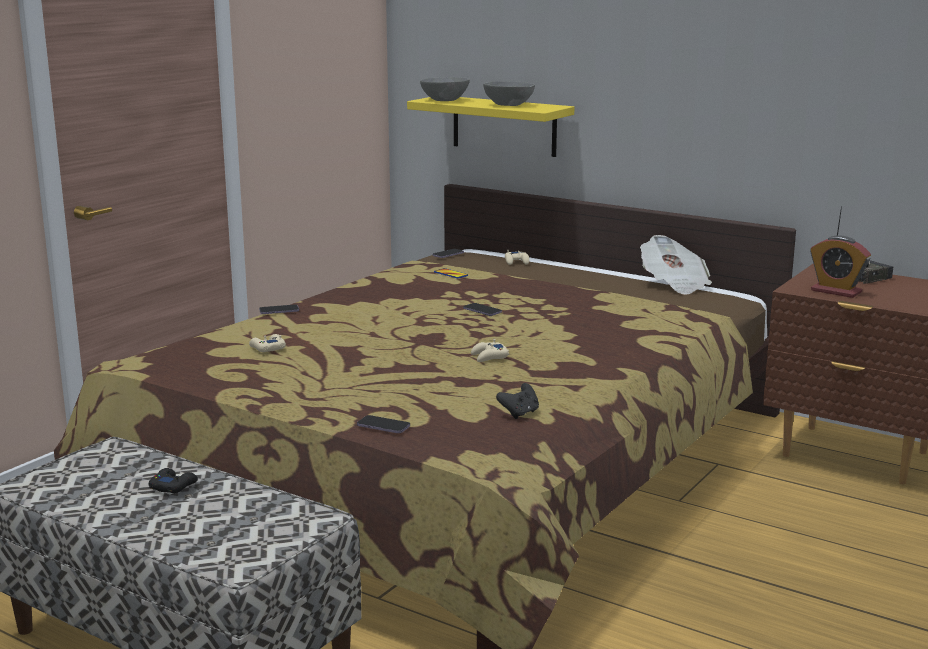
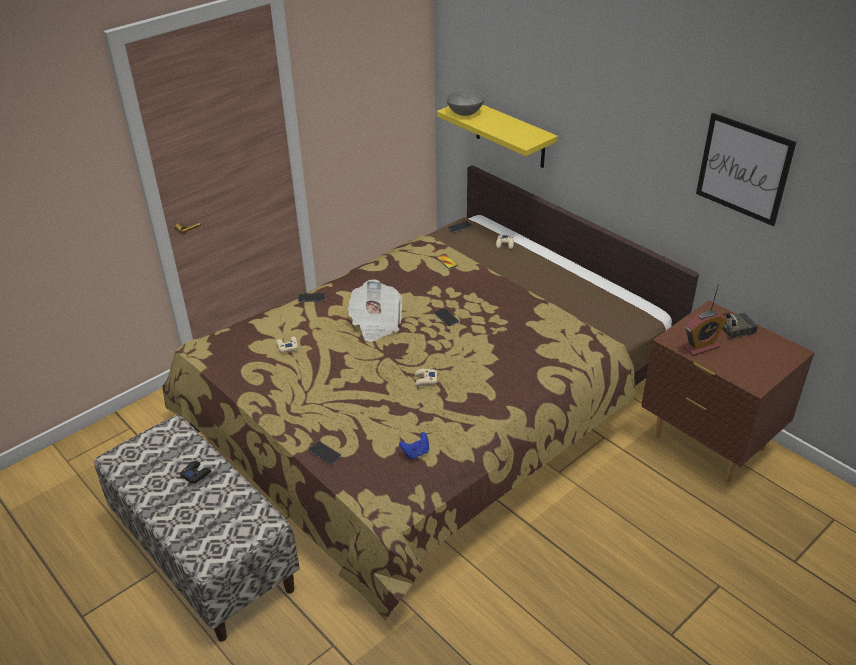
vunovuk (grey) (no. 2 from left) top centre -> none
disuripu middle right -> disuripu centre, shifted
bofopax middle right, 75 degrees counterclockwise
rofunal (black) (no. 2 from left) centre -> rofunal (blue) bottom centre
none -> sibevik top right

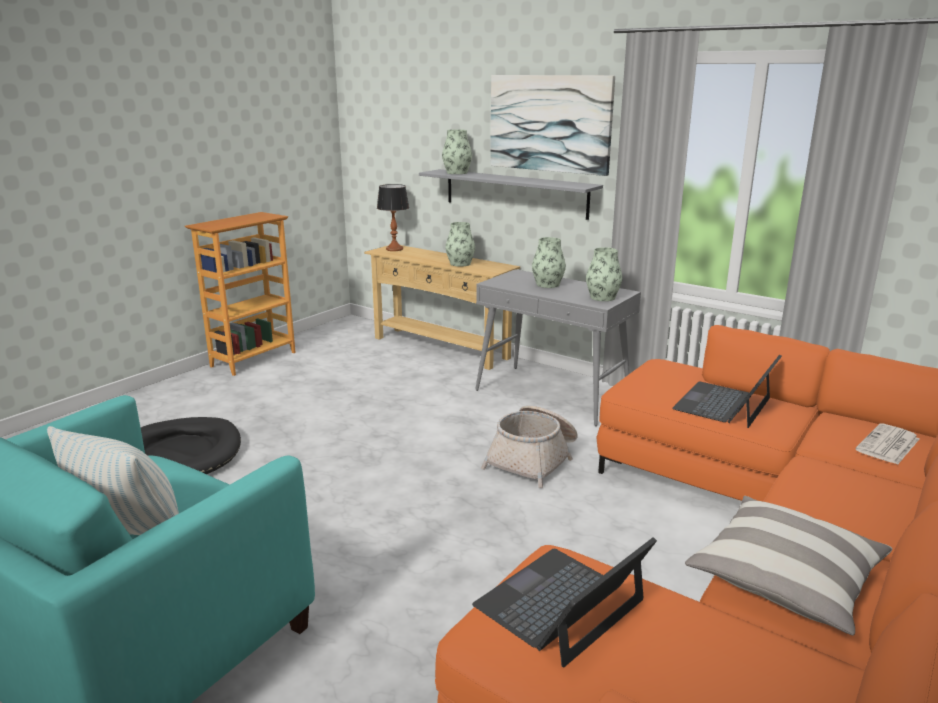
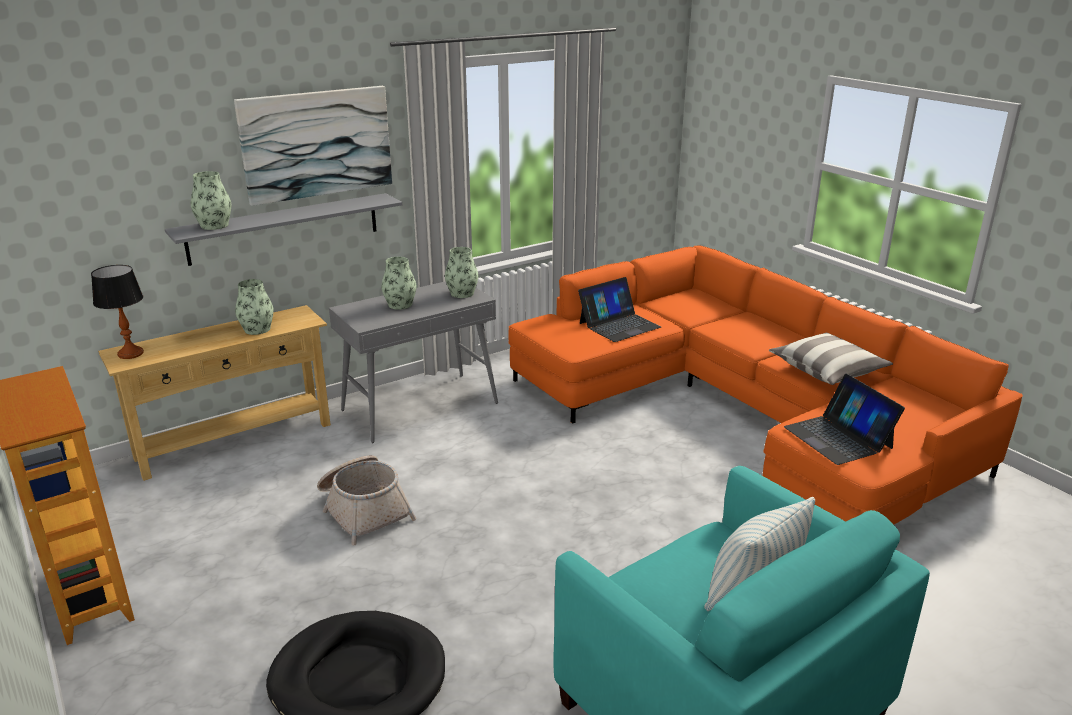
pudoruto (no. 2 from left in the first image) middle right -> pudoruto (no. 1 from left) centre, 90 degrees counterclockwise
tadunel centre -> tadunel bottom centre, shifted
disuripu middle right -> none

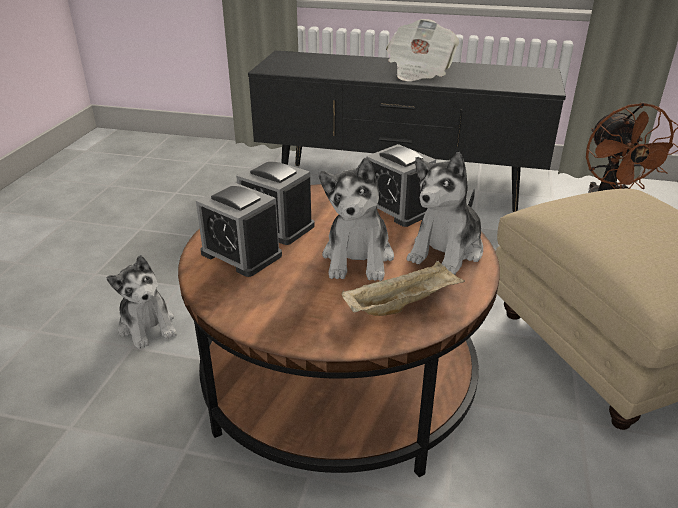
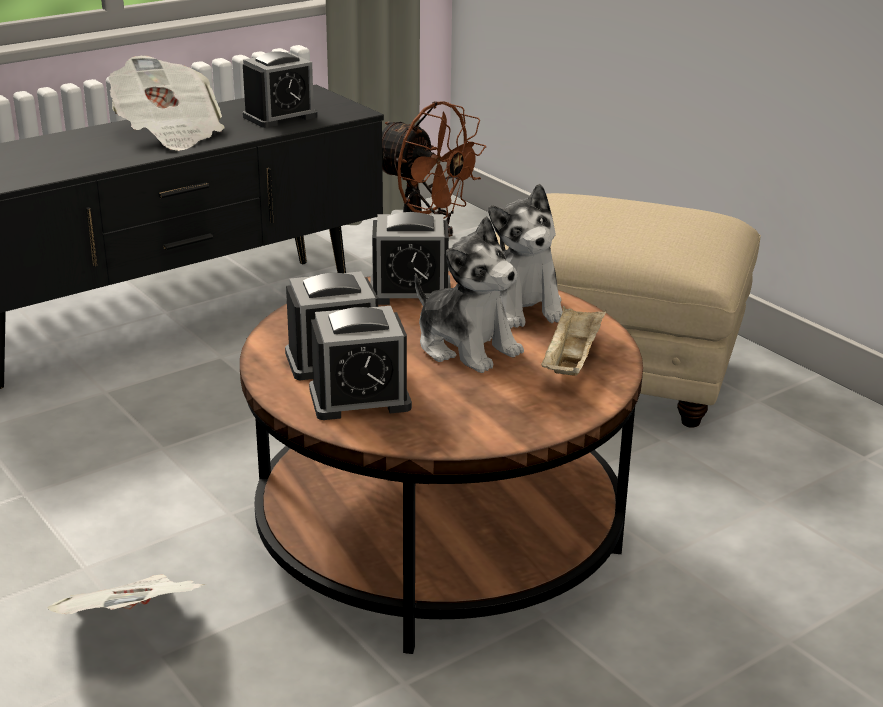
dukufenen (no. 1 from left) middle left -> disuripu (no. 1 from left) bottom left
none -> bofopax (no. 1 from left) top left

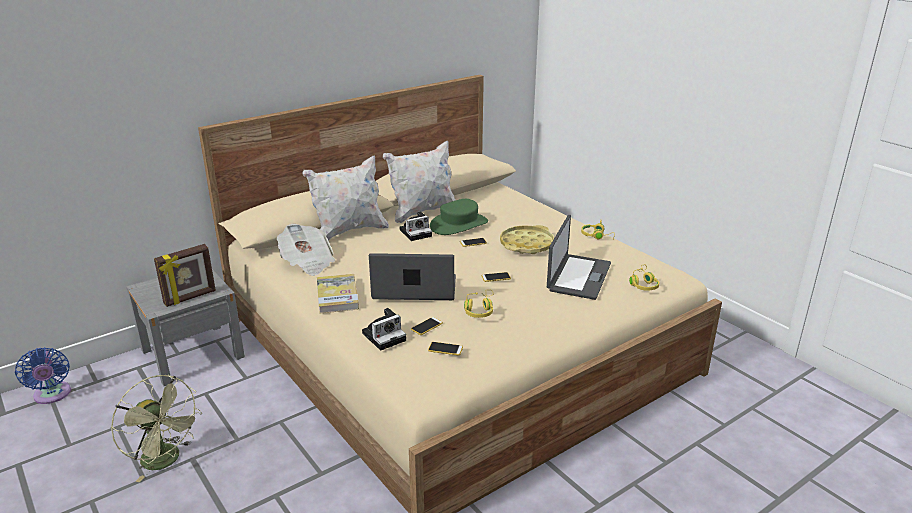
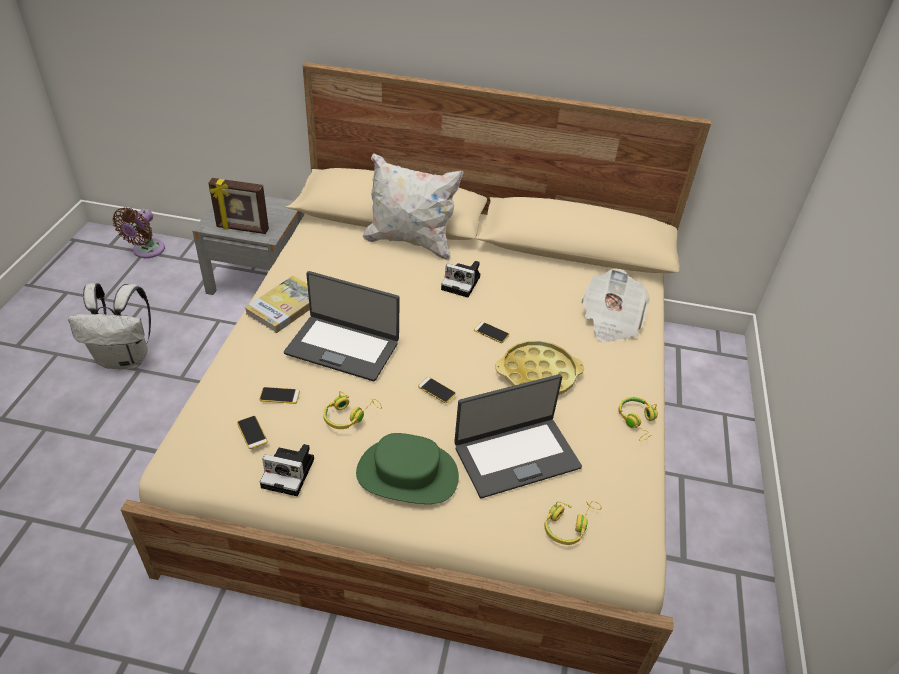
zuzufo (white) (no. 2 from left) centre -> none
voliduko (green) centre -> voliduko (green) bottom centre, shifted
disuripu centre -> disuripu middle right, shifted
pudoruto (no. 1 from left) centre, 150 degrees clockwise
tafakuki (no. 1 from left) centre -> tafakuki (no. 1 from left) bottom left, shifted
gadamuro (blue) bottom left -> gadamuro (brown) middle left
gadamuro (green) bottom left -> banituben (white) middle left

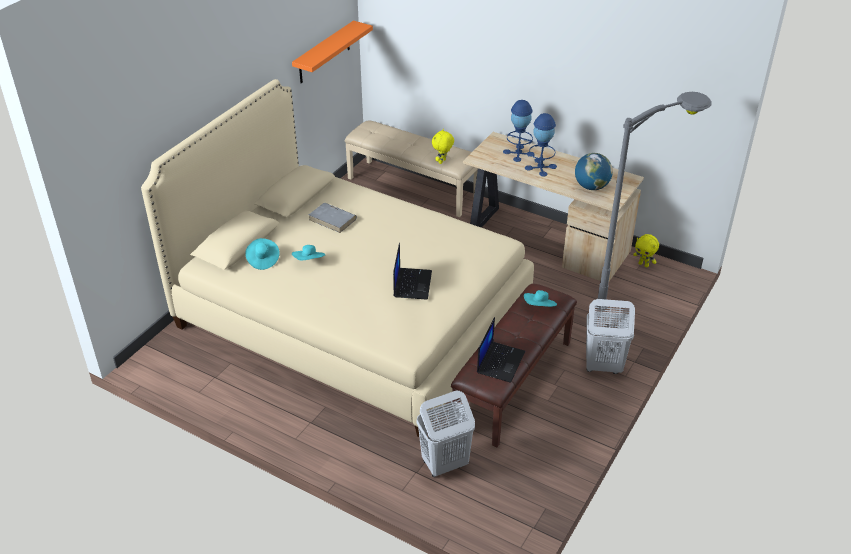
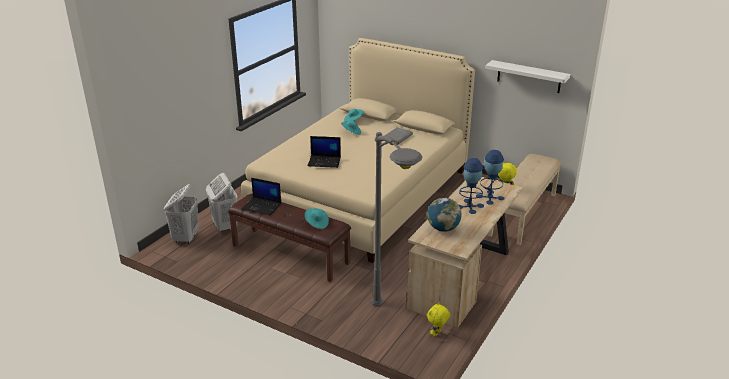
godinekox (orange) top centre -> godinekox (white) top right
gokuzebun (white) (no. 2 from left in the first image) middle right -> gokuzebun (white) (no. 1 from left) middle left, shifted

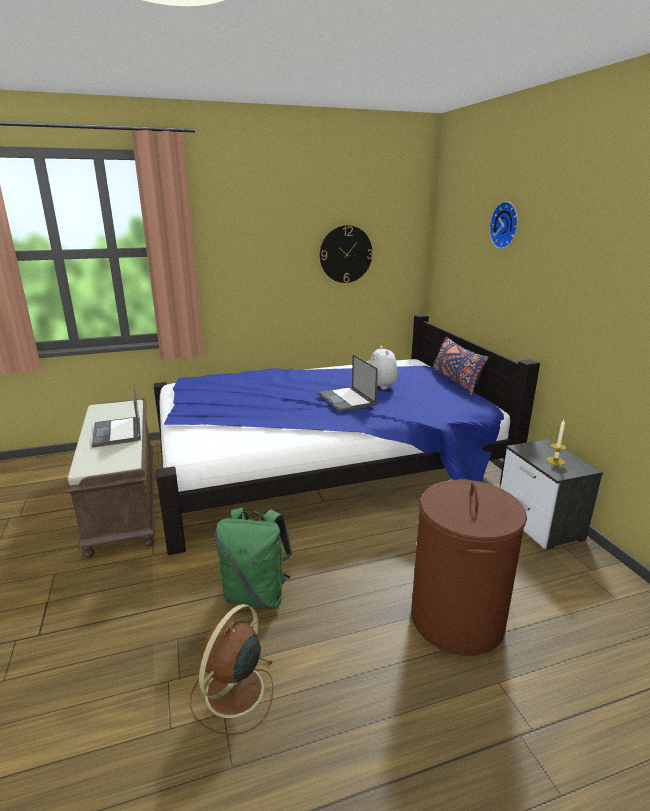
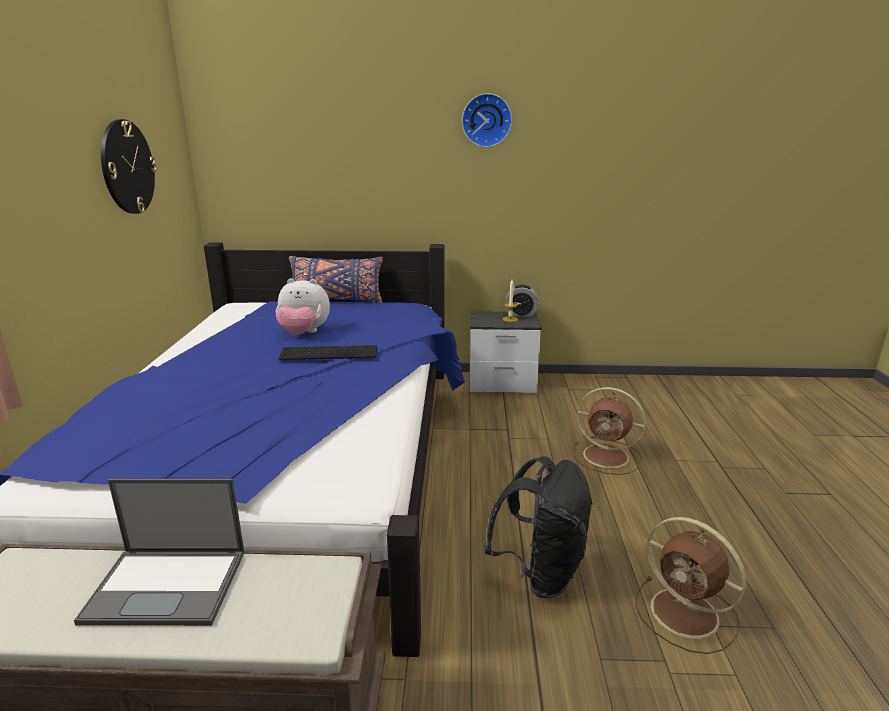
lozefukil (no. 2 from left) top right -> lozefukil (no. 2 from left) top centre, shifted
pudoruto (no. 2 from left) centre -> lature centre
gokuzebun (brown) bottom right -> gadamuro (brown) (no. 1 from left) middle right
banituben (green) bottom centre -> banituben (black) bottom centre
none -> bofopax centre

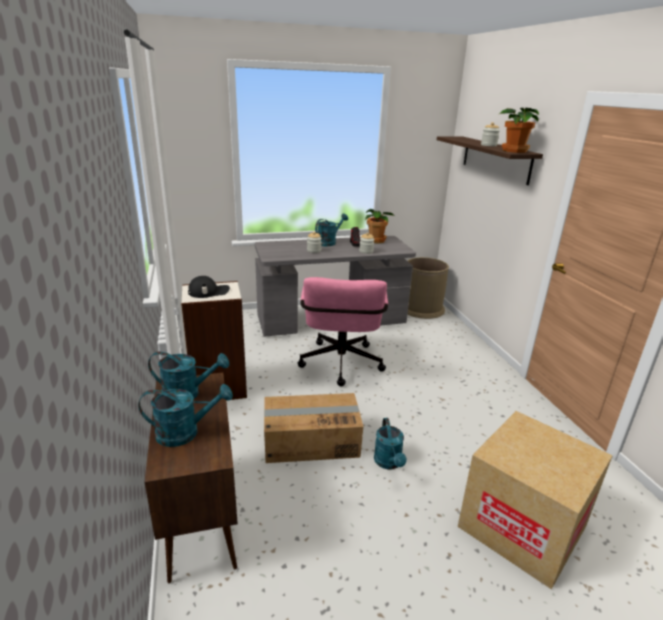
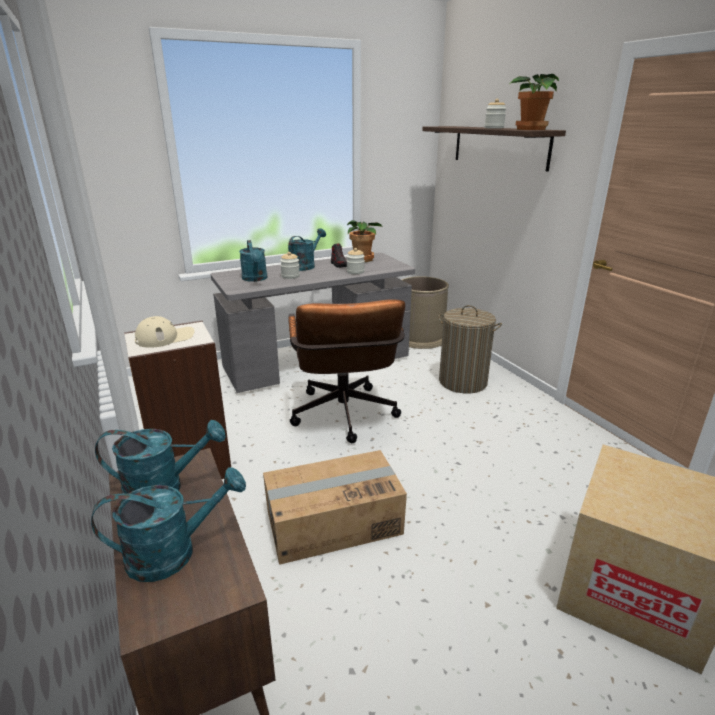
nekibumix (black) middle left -> nekibumix (beige) middle left
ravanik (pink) centre -> ravanik (brown) centre
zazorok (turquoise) (no. 4 from left in the first image) bottom centre -> zazorok (turquoise) (no. 3 from left) centre, shifted
none -> gokuzebun centre

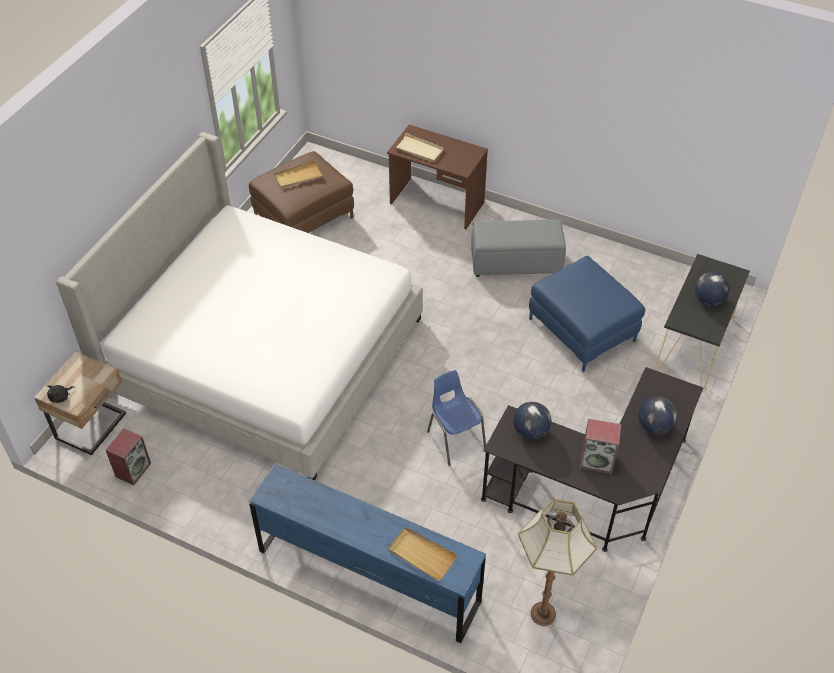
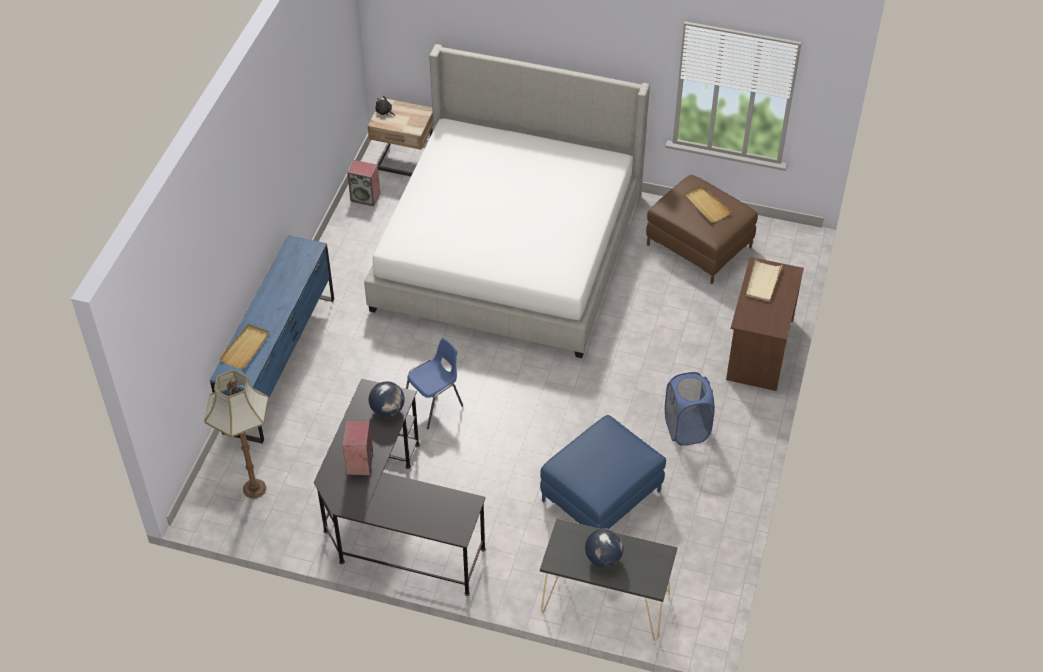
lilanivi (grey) centre -> gokuzebun (blue) centre
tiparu (no. 2 from left) middle right -> none

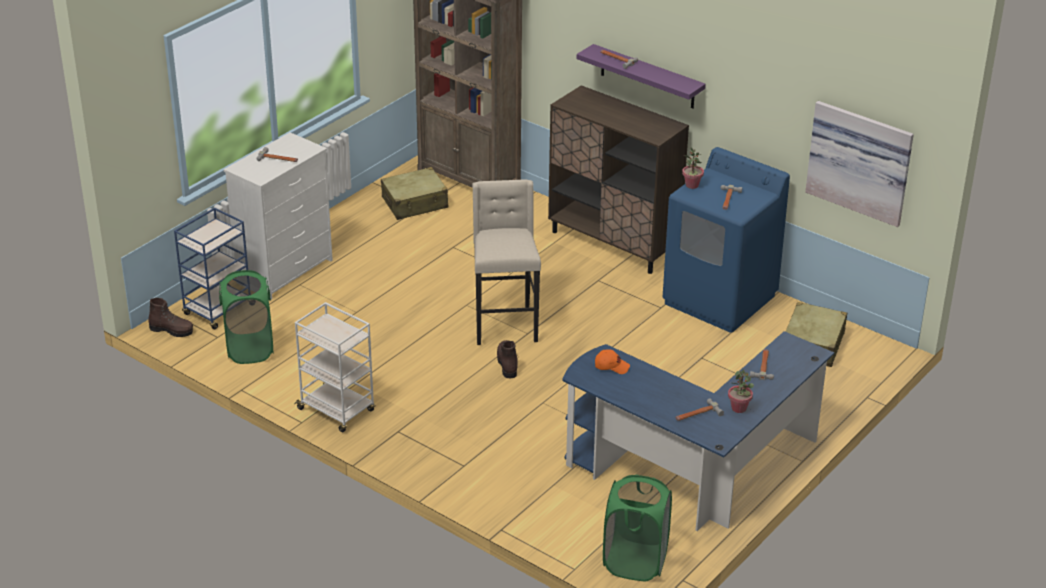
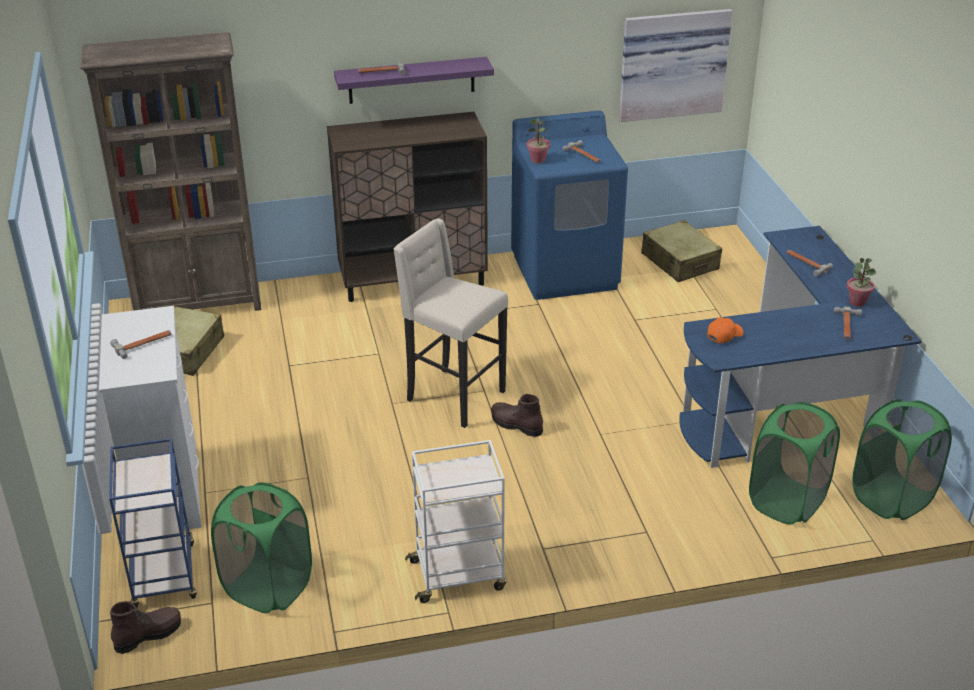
none -> gokuzebun (green) (no. 2 from left) bottom right

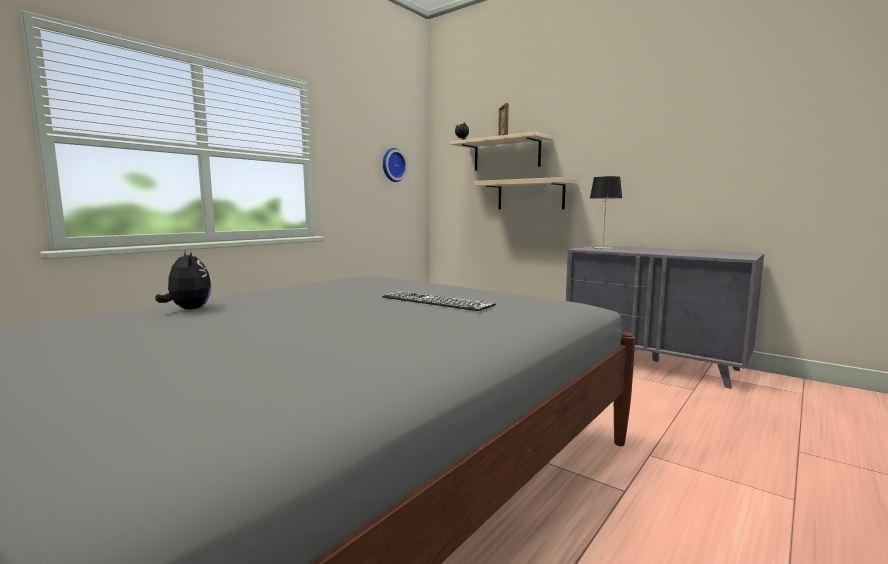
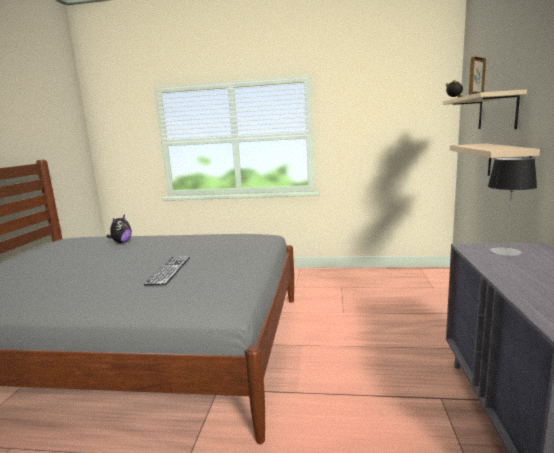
lozefukil top centre -> none

